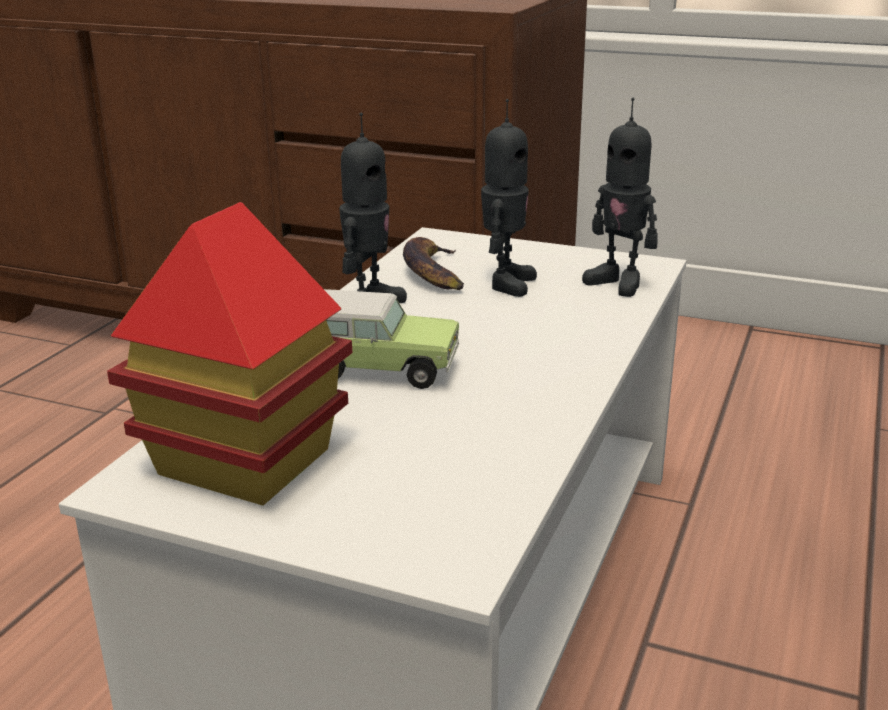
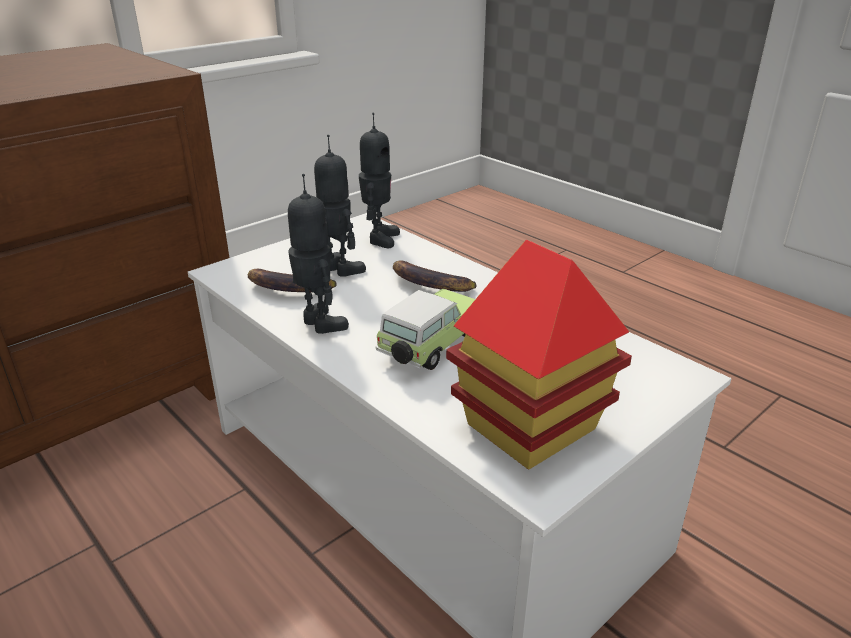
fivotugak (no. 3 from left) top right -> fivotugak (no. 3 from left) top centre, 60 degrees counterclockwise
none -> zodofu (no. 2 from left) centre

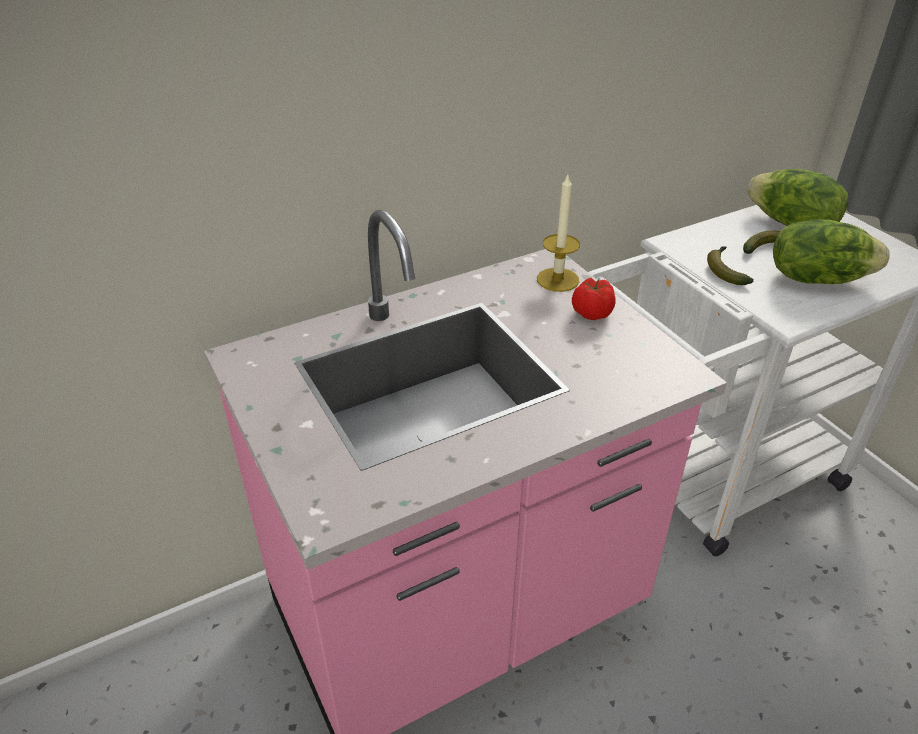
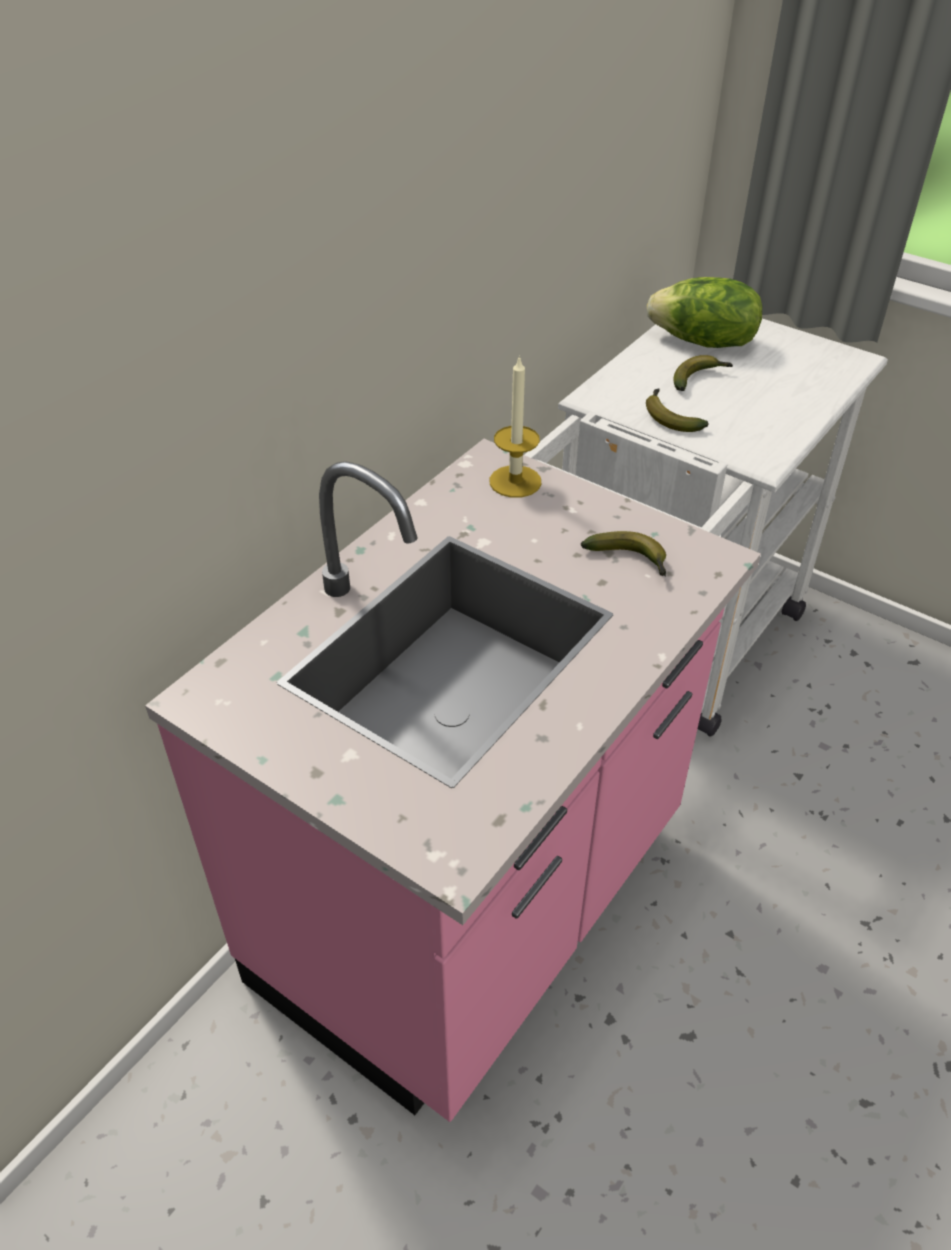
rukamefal (no. 2 from left) middle right -> none
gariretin centre -> none
none -> zodofu (no. 1 from left) centre

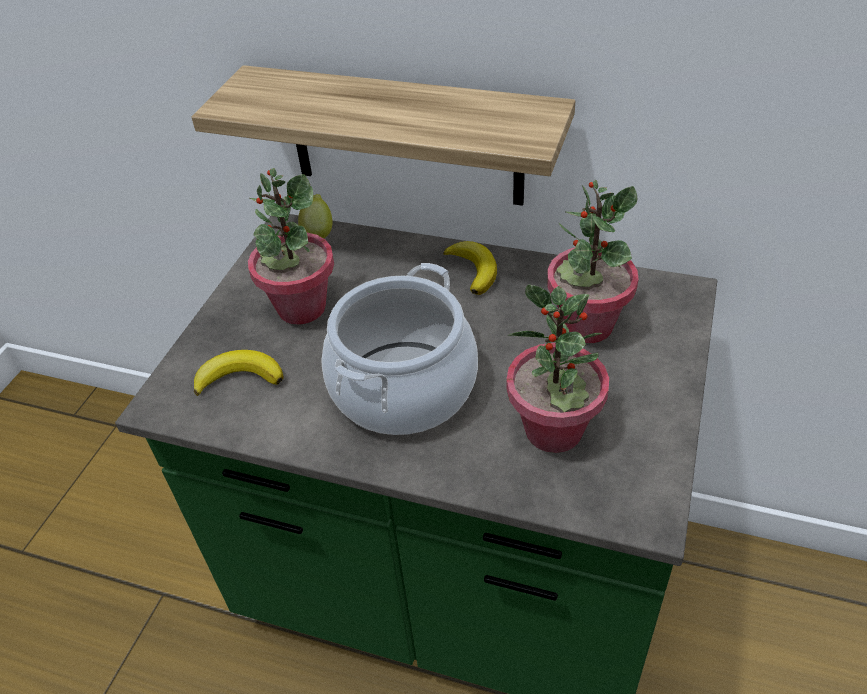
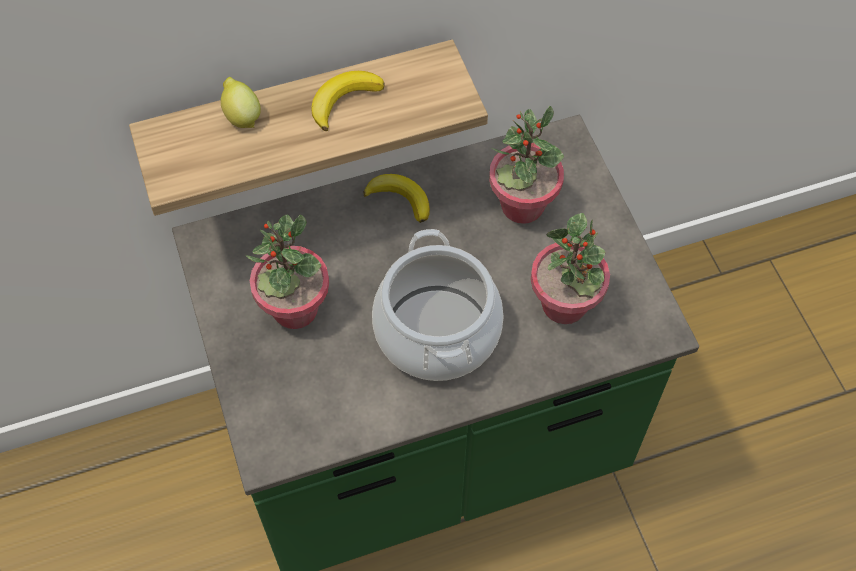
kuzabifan top centre -> kuzabifan top left, shifted
zodofu (no. 1 from left) middle left -> zodofu (no. 1 from left) top centre, shifted

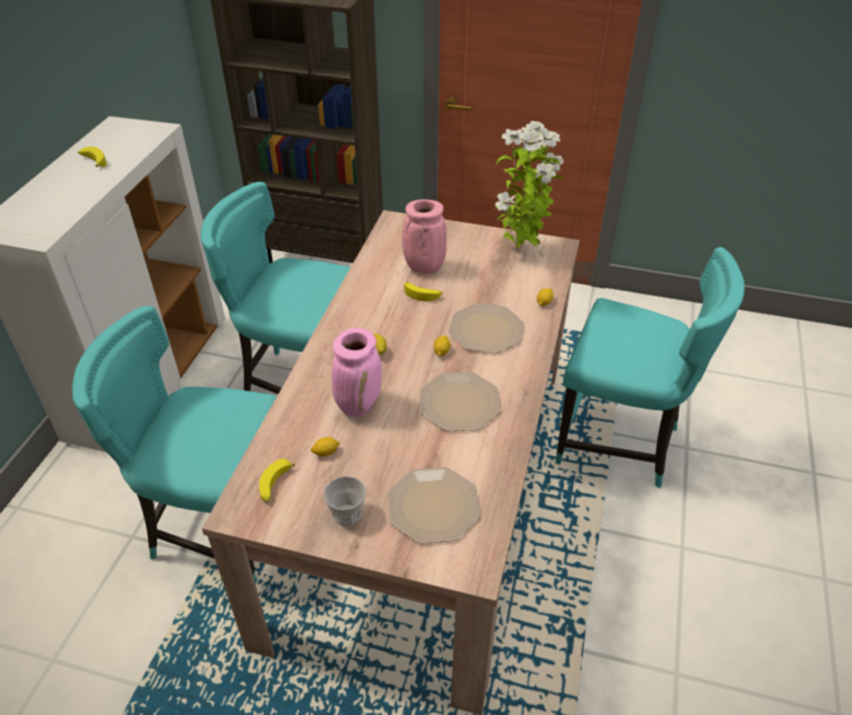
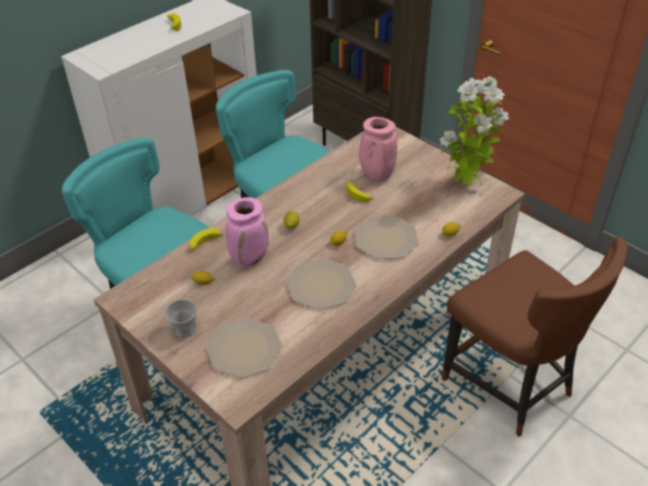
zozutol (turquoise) (no. 3 from left) middle right -> zozutol (brown) bottom right
zodofu (no. 2 from left) bottom left -> zodofu (no. 2 from left) middle left, shifted

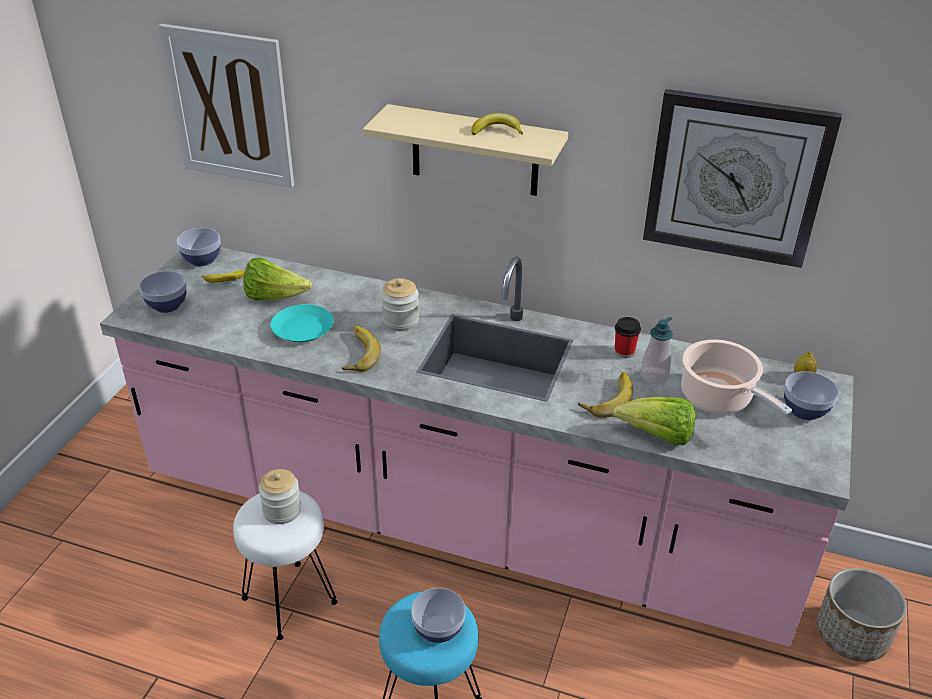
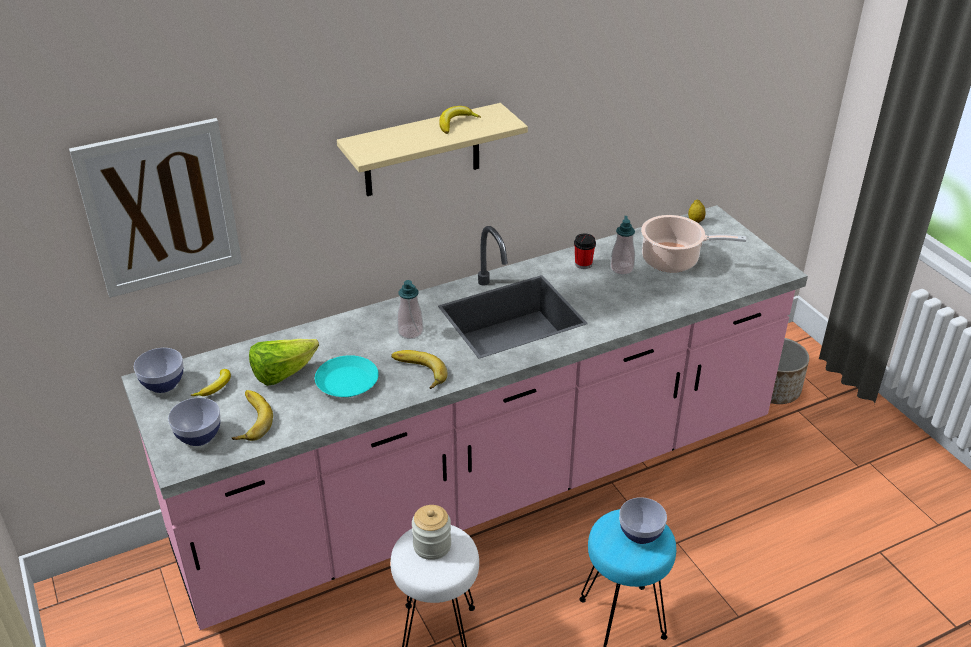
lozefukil top right -> none
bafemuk (no. 2 from left) centre -> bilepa (no. 1 from left) centre
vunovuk (no. 4 from left) middle right -> none
zodofu (no. 4 from left in the first image) centre -> zodofu (no. 2 from left) middle left, shifted
rukamefal (no. 2 from left) middle right -> none

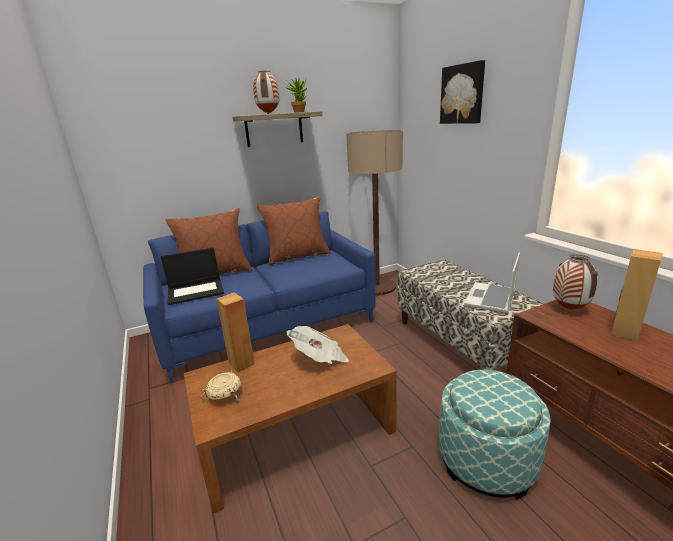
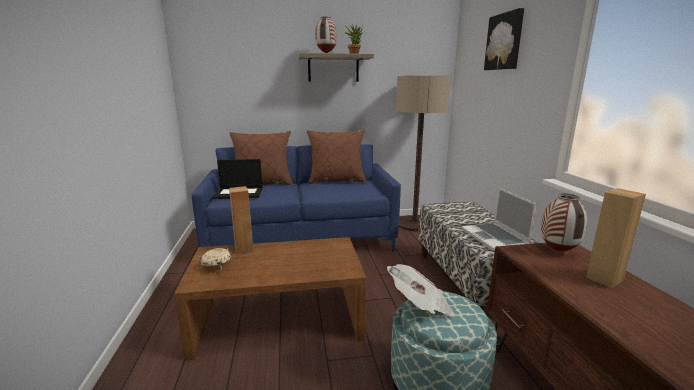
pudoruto (no. 2 from left) middle right, 60 degrees counterclockwise
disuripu centre -> disuripu bottom centre, shifted

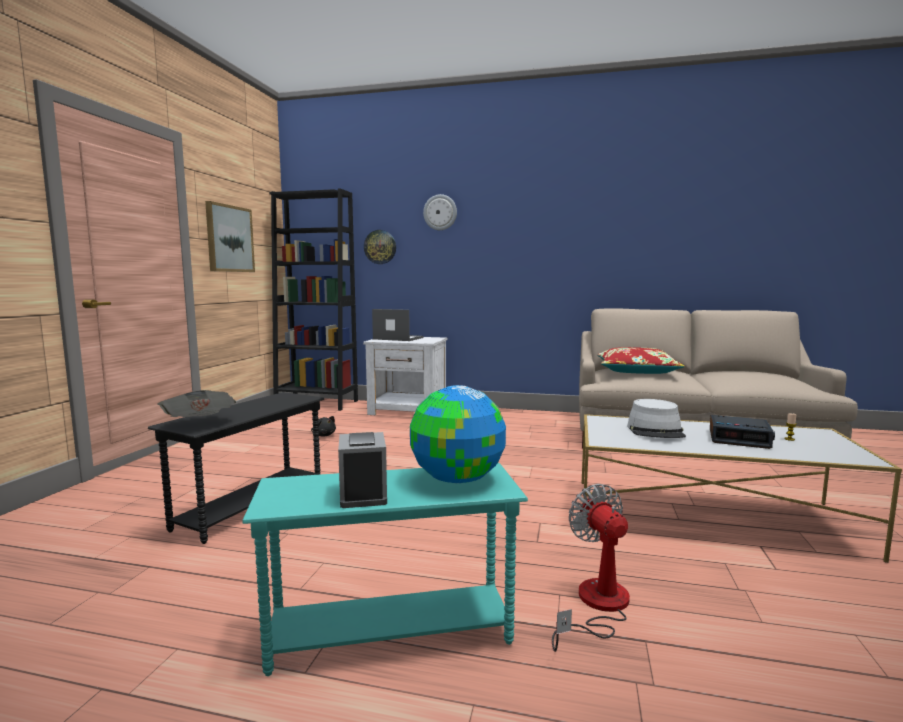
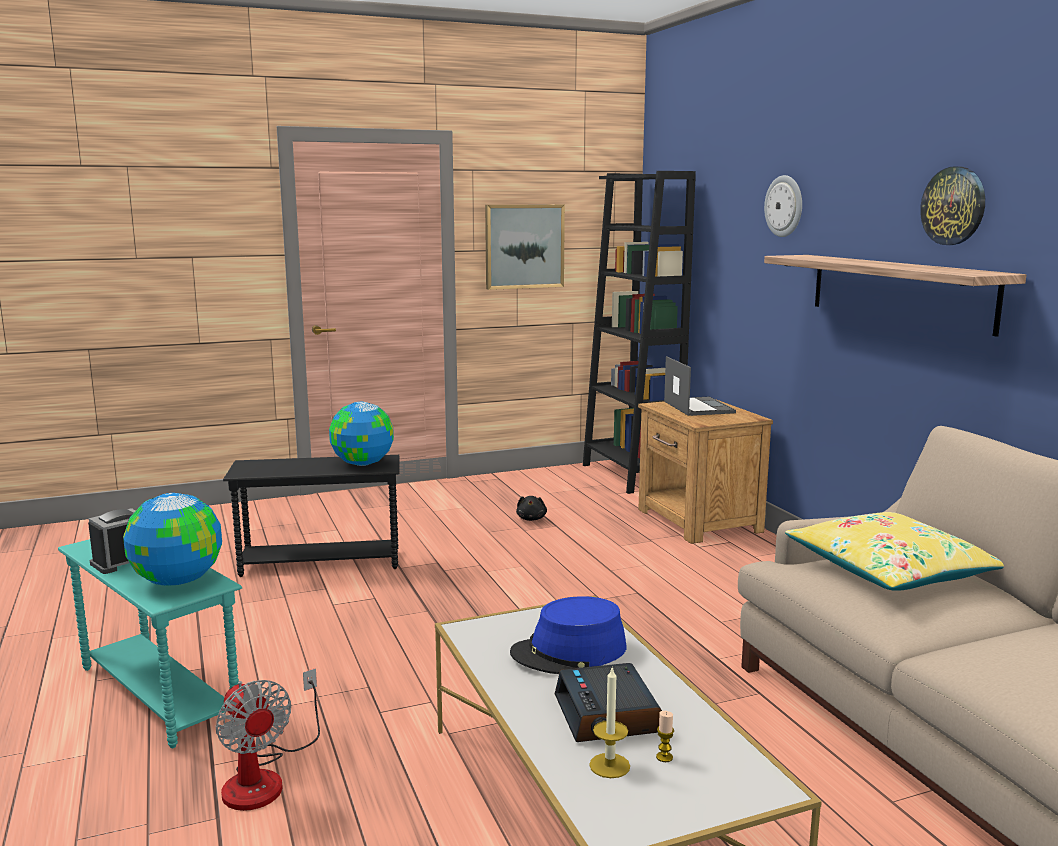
lozefukil (no. 1 from left in the first image) centre -> lozefukil (no. 2 from left) top right, shifted
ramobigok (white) centre -> ramobigok (brown) centre
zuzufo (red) middle right -> zuzufo (yellow) middle right
disuripu middle left -> none
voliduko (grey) middle right -> voliduko (blue) bottom centre
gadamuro bottom centre -> gadamuro bottom left, 105 degrees clockwise
none -> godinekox middle right
none -> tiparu (no. 2 from left) centre
none -> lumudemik (no. 1 from left) bottom centre

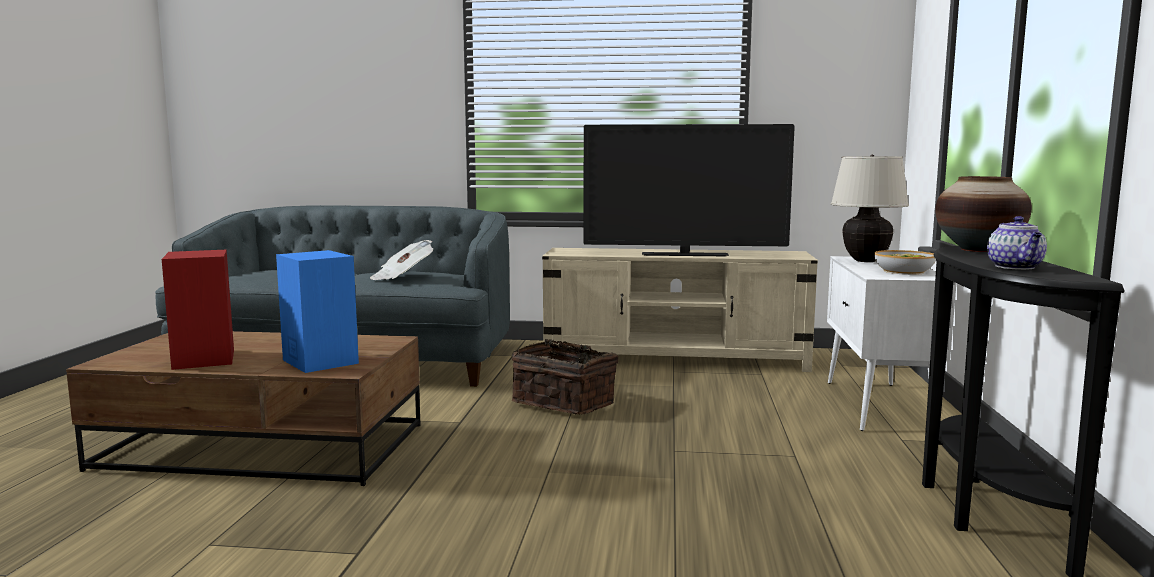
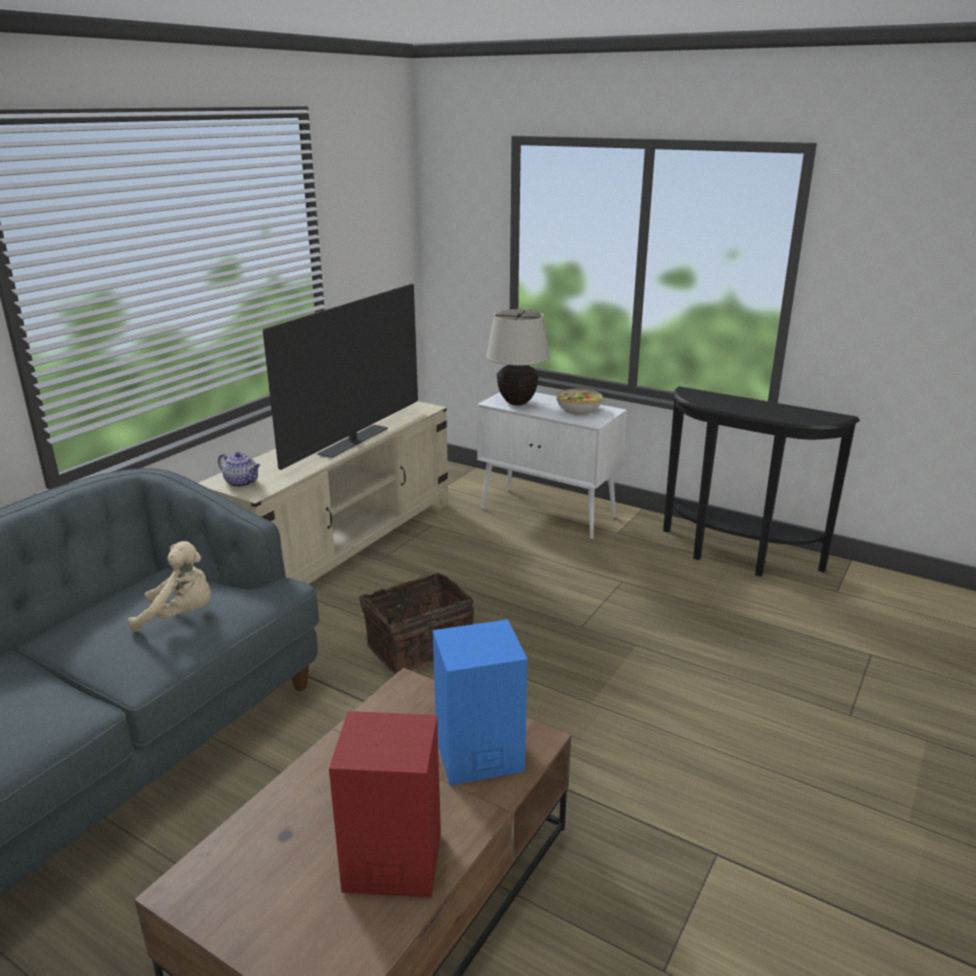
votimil middle right -> none
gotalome middle right -> gotalome middle left, shifted
disuripu centre -> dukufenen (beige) middle left

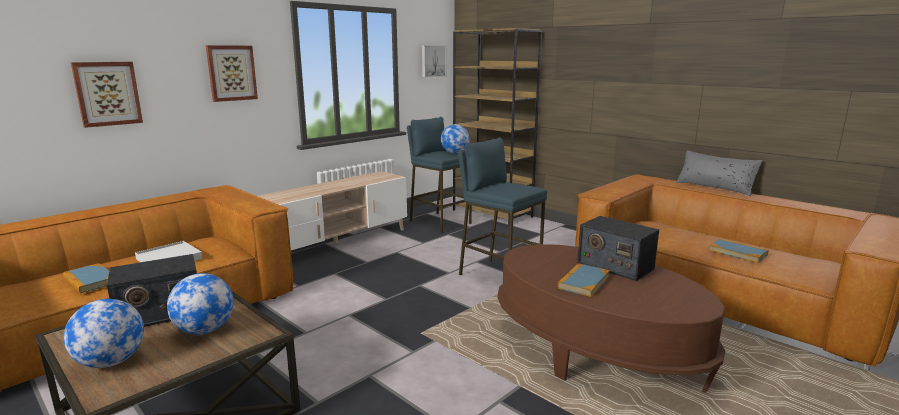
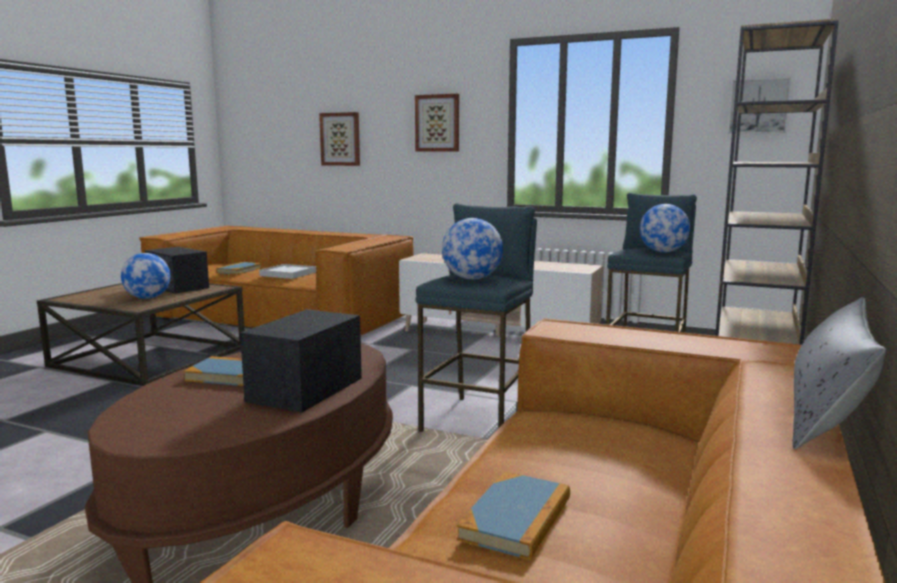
tiparu (no. 1 from left in the first image) bottom left -> tiparu (no. 2 from left) centre, shifted

